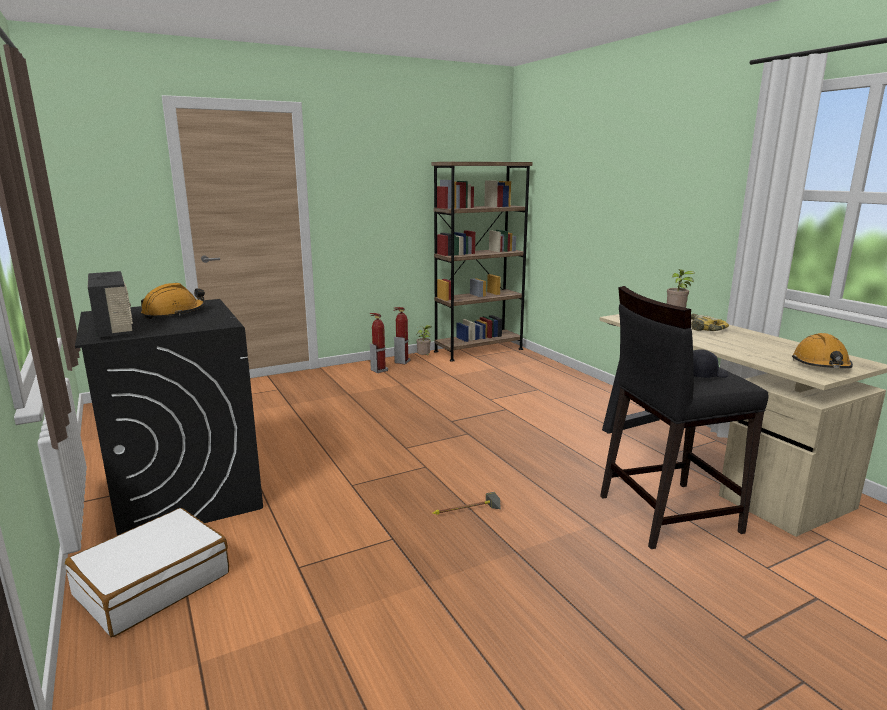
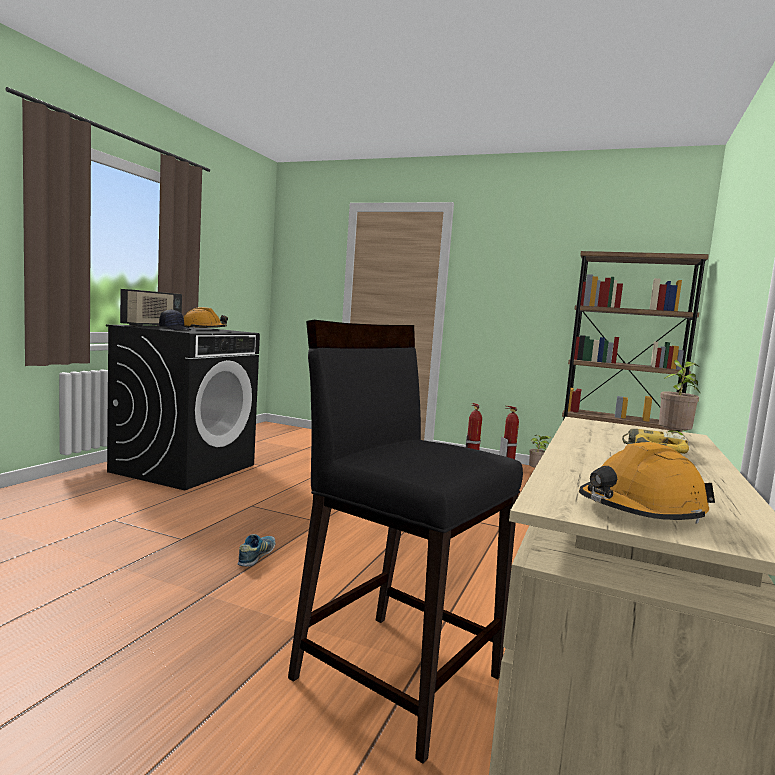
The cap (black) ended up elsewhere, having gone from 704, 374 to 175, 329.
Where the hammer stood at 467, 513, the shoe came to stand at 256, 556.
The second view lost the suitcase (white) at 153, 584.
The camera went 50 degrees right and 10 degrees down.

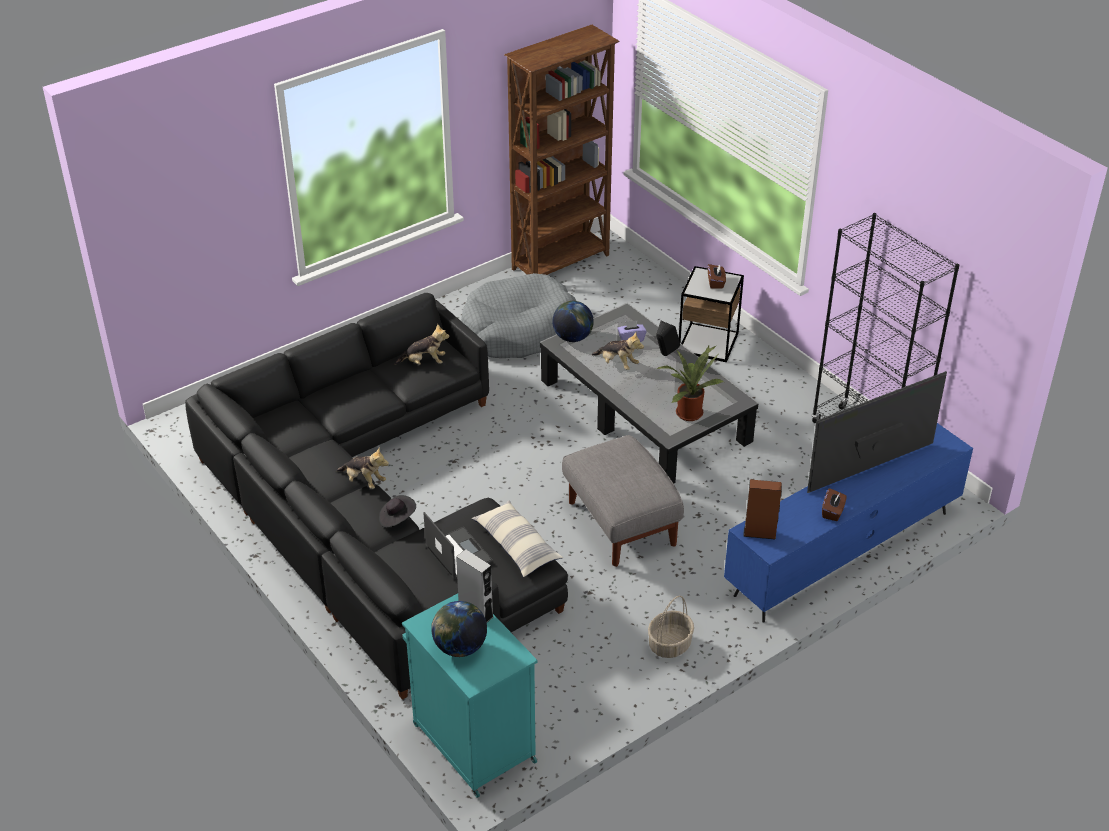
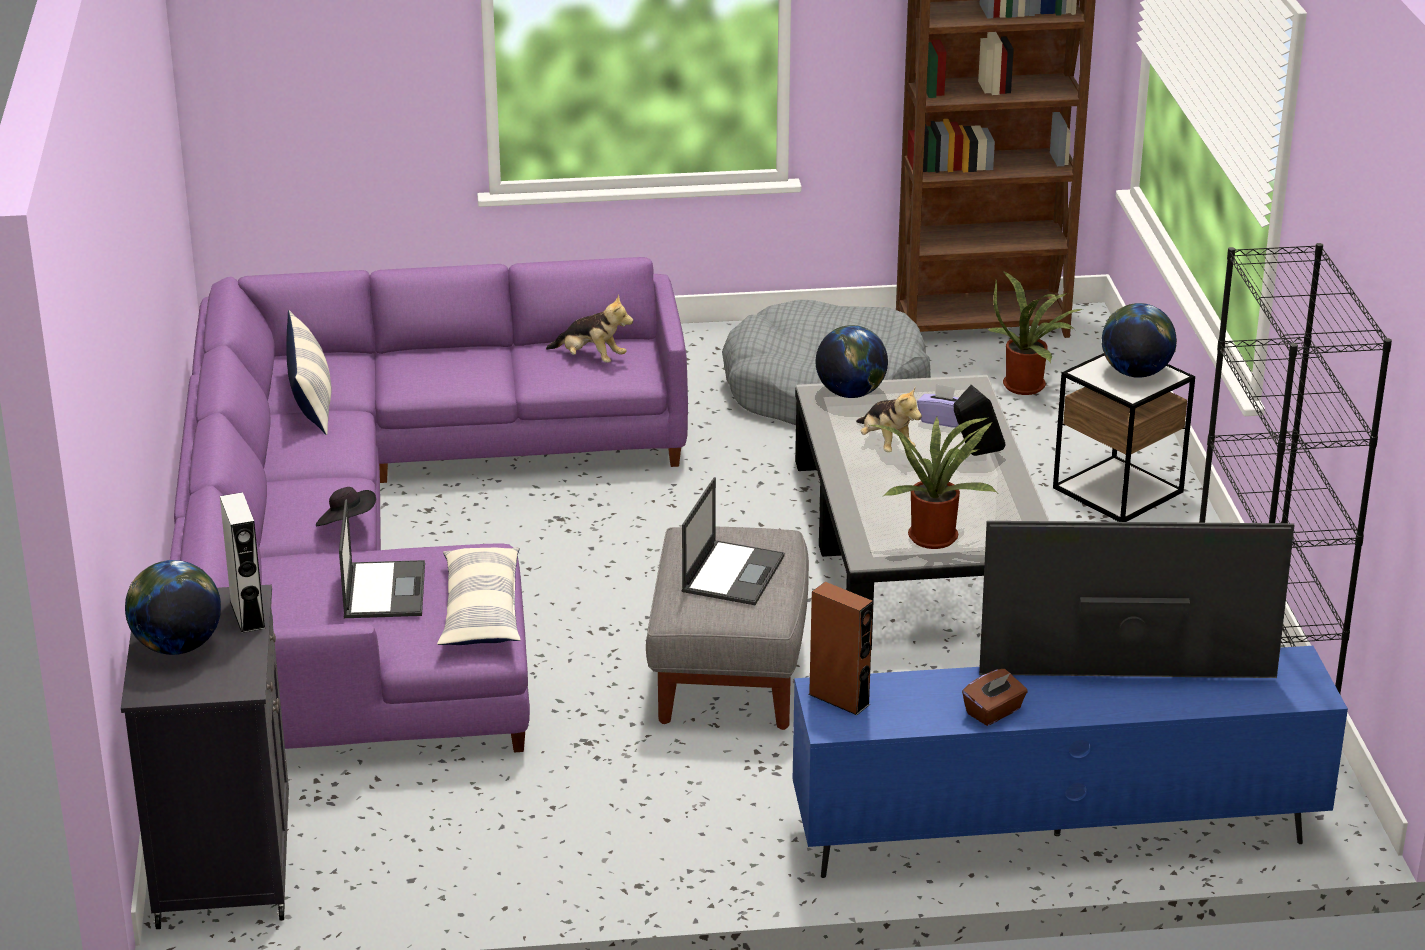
What was the cabinet (turquoise) at 472, 741 turned into the cabinet (black) at 224, 860.
What was the sofa (black) at 374, 513 turned into the sofa (purple) at 382, 544.
The second view gained the pillow at 311, 400.
The second view gained the laptop at 733, 573.
The second view gained the potted plant at 1028, 385.
Where the tissue box (brown) stood at 716, 282, the globe came to stand at 1136, 373.
The second view lost the plush toy at 364, 481.
The second view lost the basket at 670, 645.
The camera went 30 degrees right and 10 degrees down.

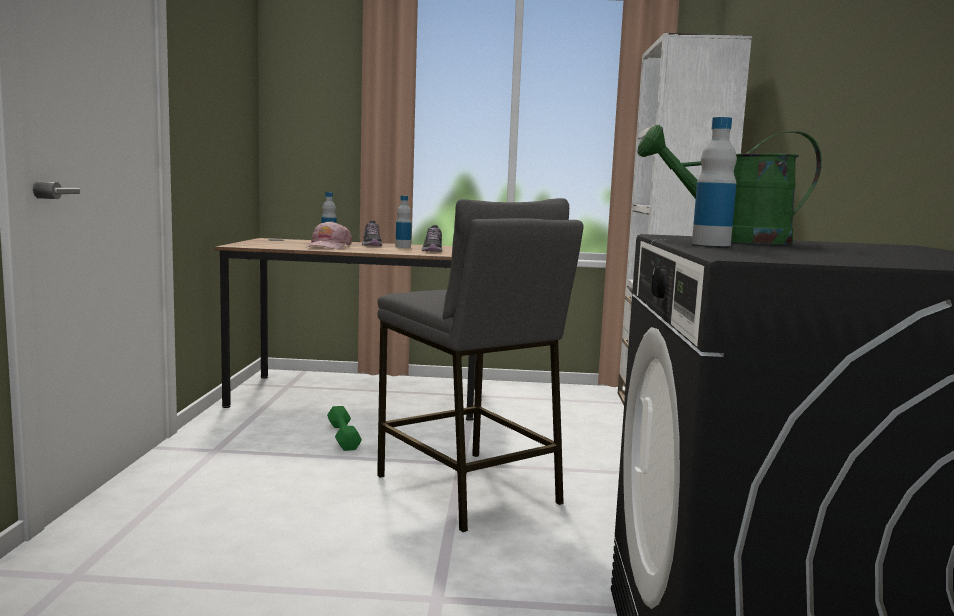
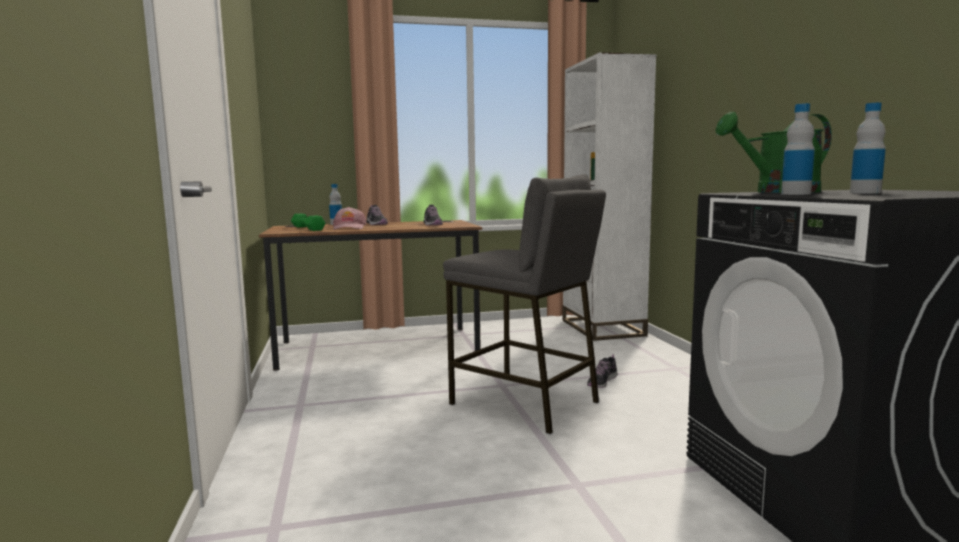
The dumbbell (green) ended up elsewhere, having gone from 343, 436 to 307, 228.
The second view gained the shoe at 602, 382.
The bottle ended up elsewhere, having gone from 403, 247 to 865, 193.
The camera went 15 degrees left and 0 degrees up.

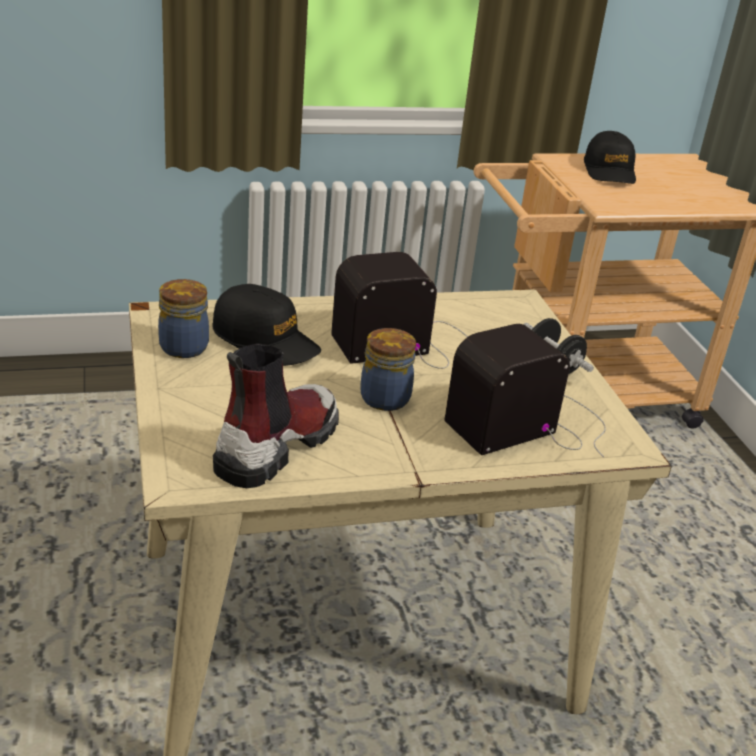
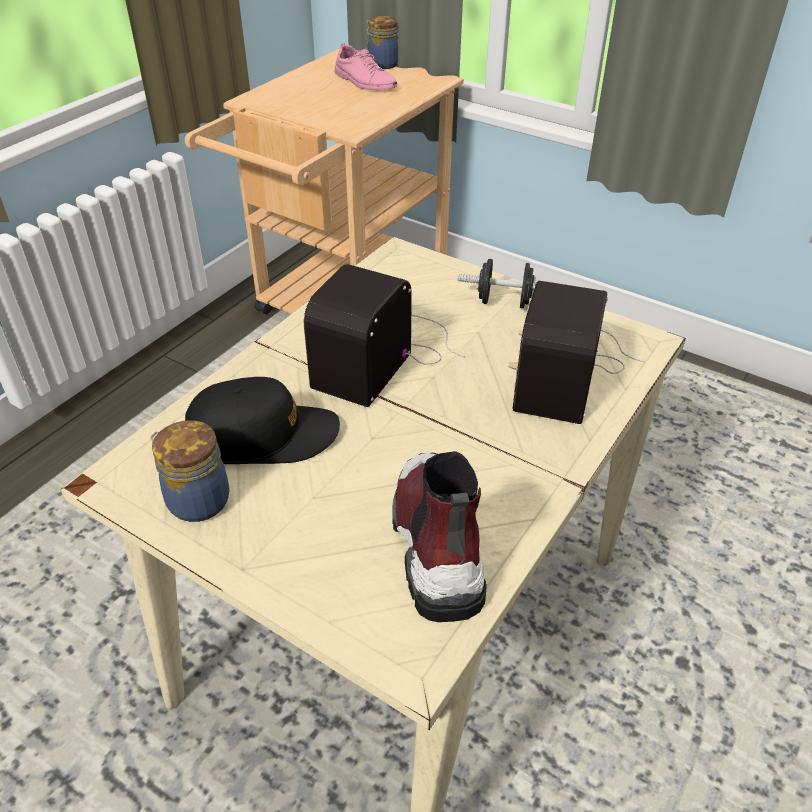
The second view gained the shoe (pink) at 364, 82.
The jar ended up elsewhere, having gone from 384, 397 to 382, 64.
The second view lost the cap (black) at 609, 171.
The camera went 40 degrees left and 10 degrees up.

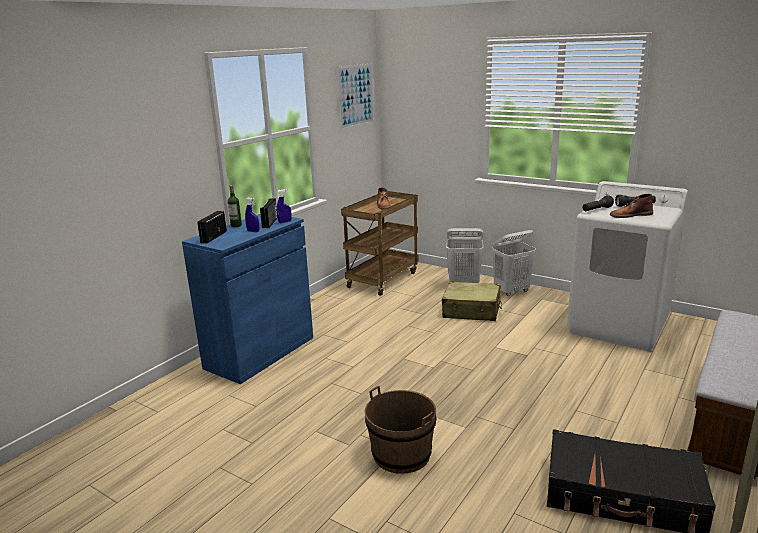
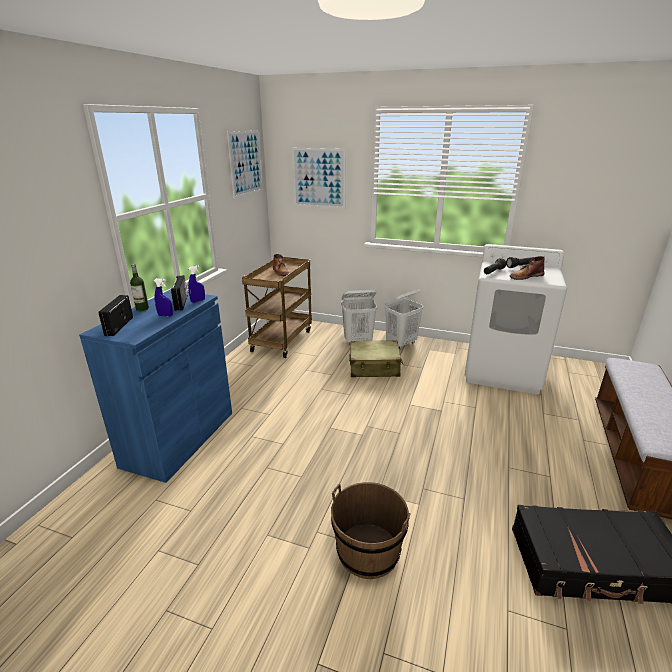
The second view gained the picture at 319, 178.
The camera went 15 degrees left and 5 degrees up.

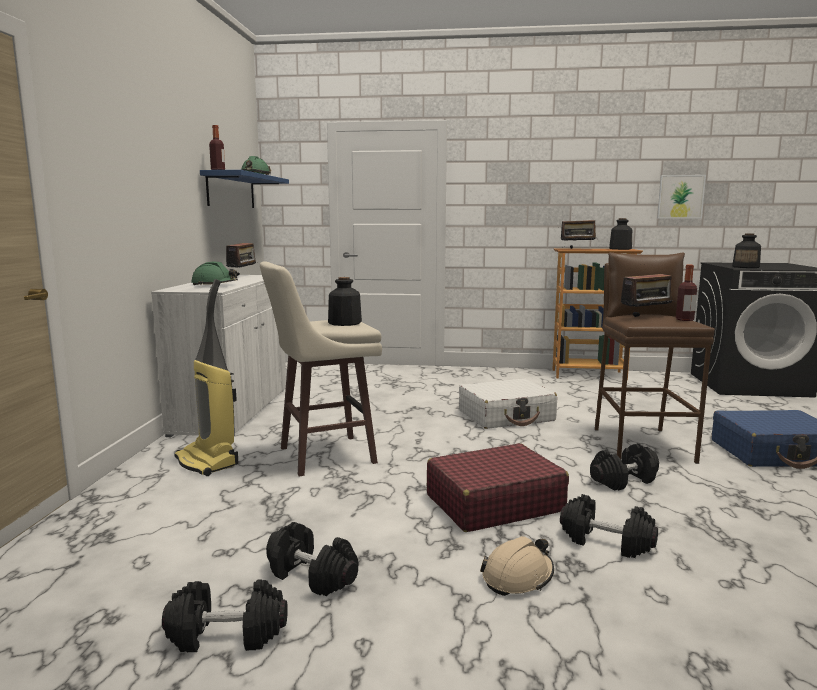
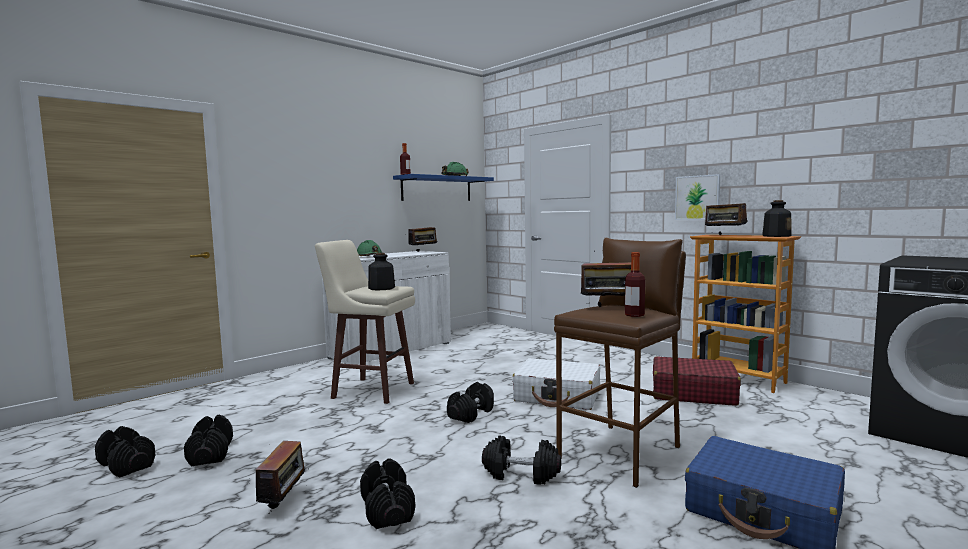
Where the hard hat (beige) stood at 518, 577, the radio came to stand at 284, 502.
The second view gained the dumbbell (black) at 471, 414.
The suitcase (red) ended up elsewhere, having gone from 493, 503 to 692, 393.
The picture ended up elsewhere, having gone from 680, 196 to 697, 197.
The second view lost the vacuum cleaner at 208, 462.
The second view lost the bottle at 746, 267.
The camera went 40 degrees right and 5 degrees down.

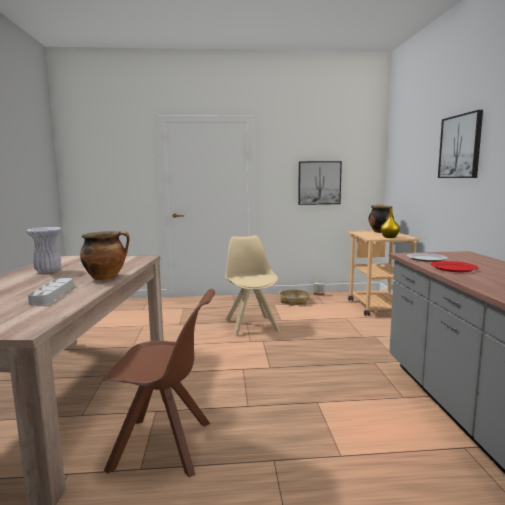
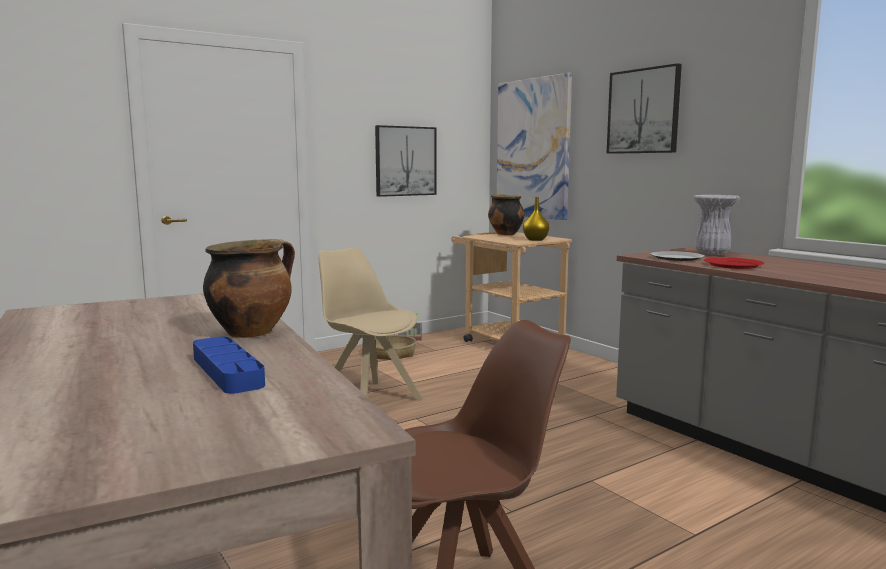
What was the tray (grey) at 52, 294 turned into the tray (blue) at 227, 371.
The second view gained the picture at 533, 148.
The vase (white) ended up elsewhere, having gone from 49, 271 to 713, 253.
The camera went 30 degrees left and 0 degrees up.

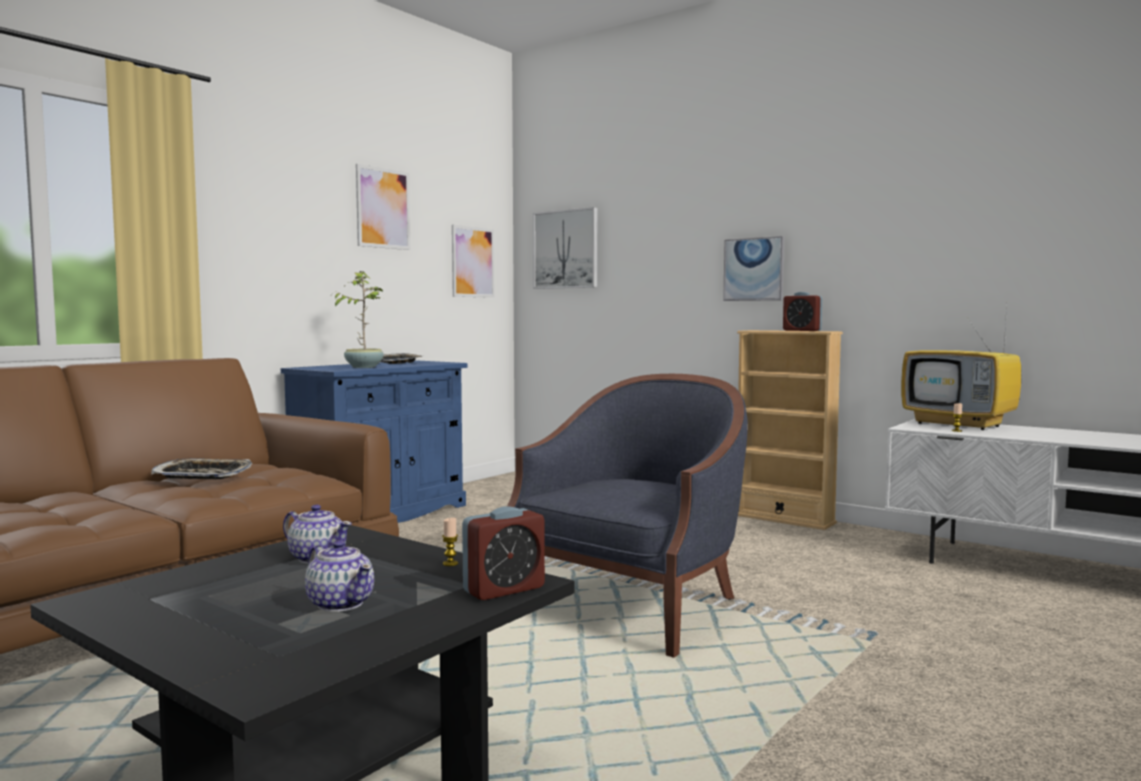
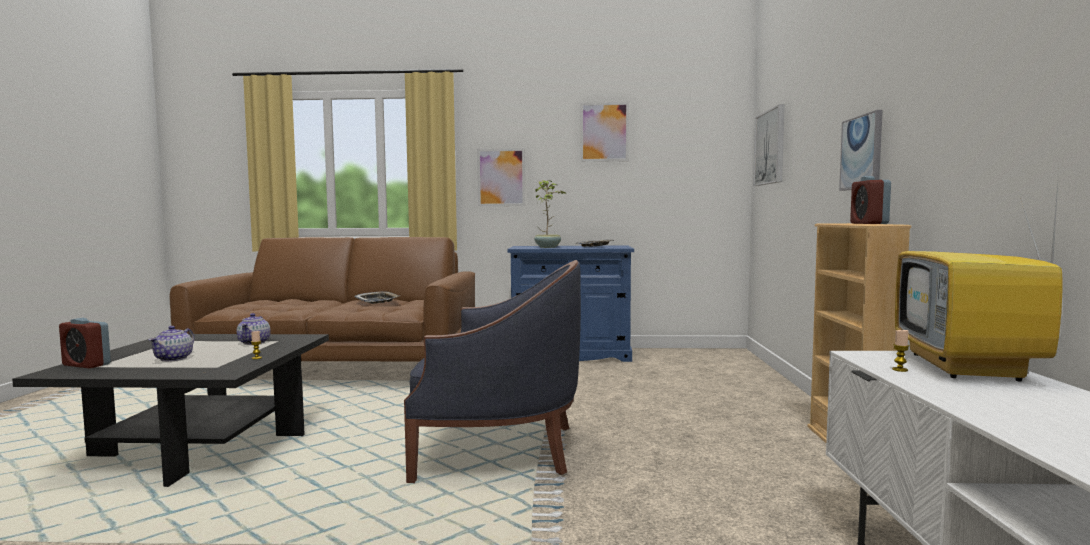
The alarm clock ended up elsewhere, having gone from 504, 589 to 86, 365.
The picture ended up elsewhere, having gone from 473, 262 to 501, 177.
The camera went 55 degrees right and 0 degrees up.

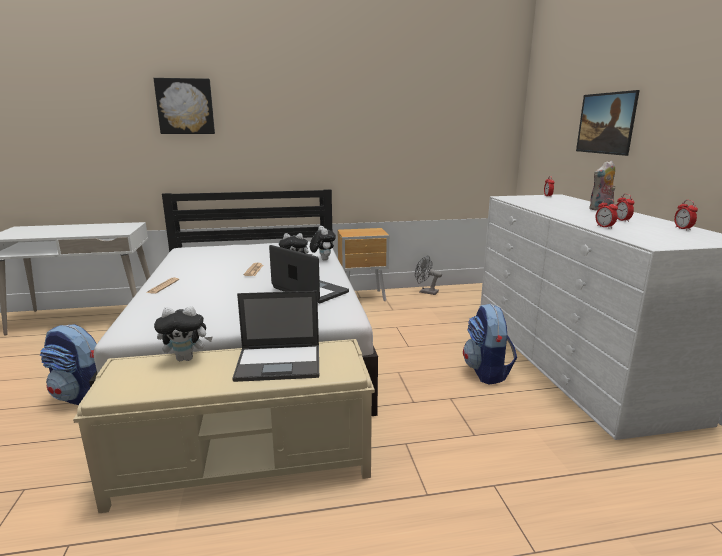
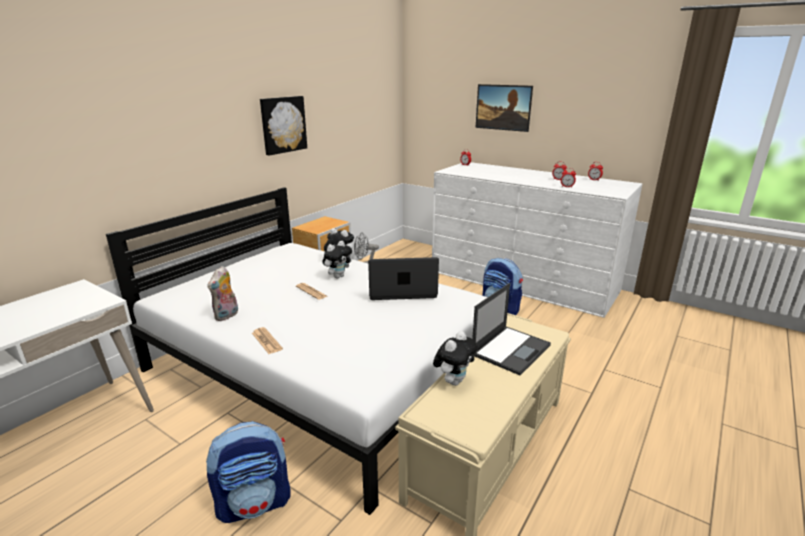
The plush toy ended up elsewhere, having gone from 601, 209 to 227, 316.
The picture ended up elsewhere, having gone from 185, 106 to 283, 124.
The camera went 45 degrees left and 5 degrees up.

